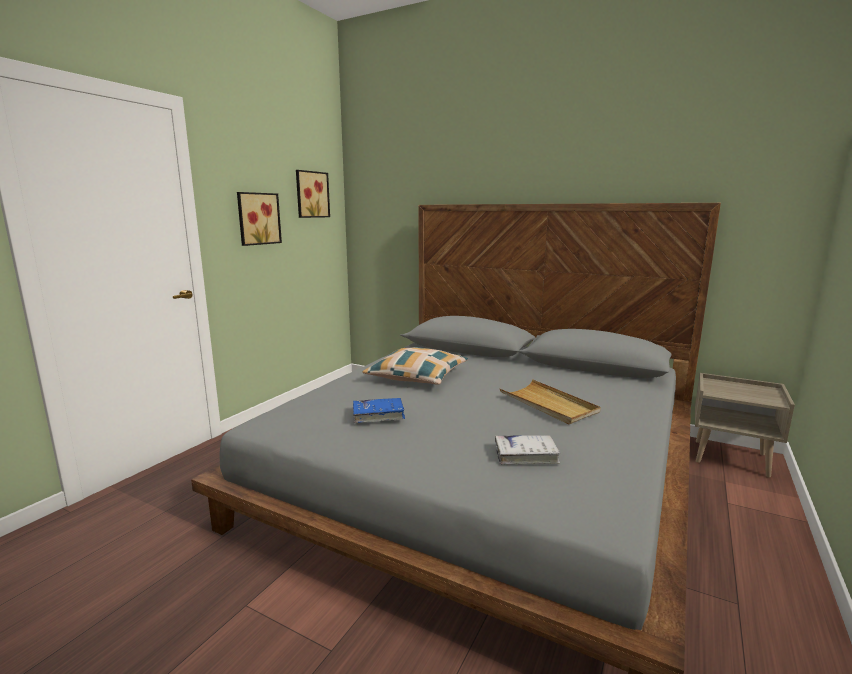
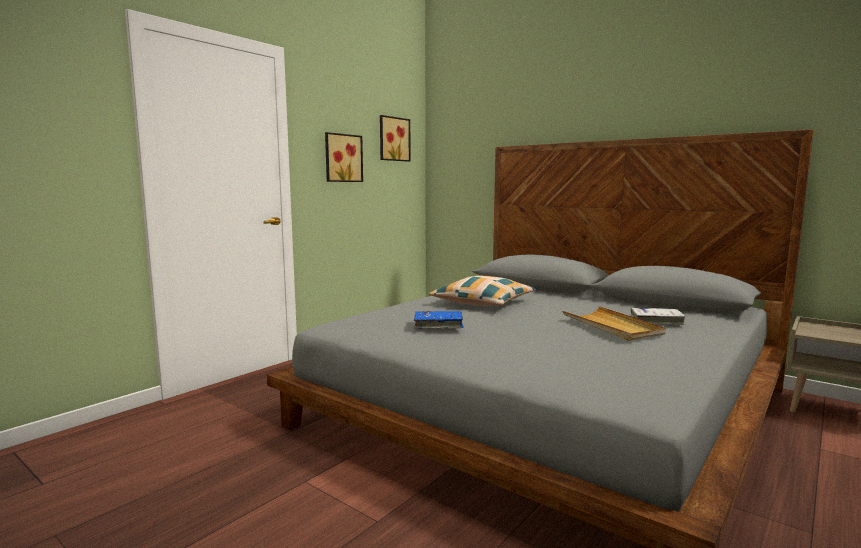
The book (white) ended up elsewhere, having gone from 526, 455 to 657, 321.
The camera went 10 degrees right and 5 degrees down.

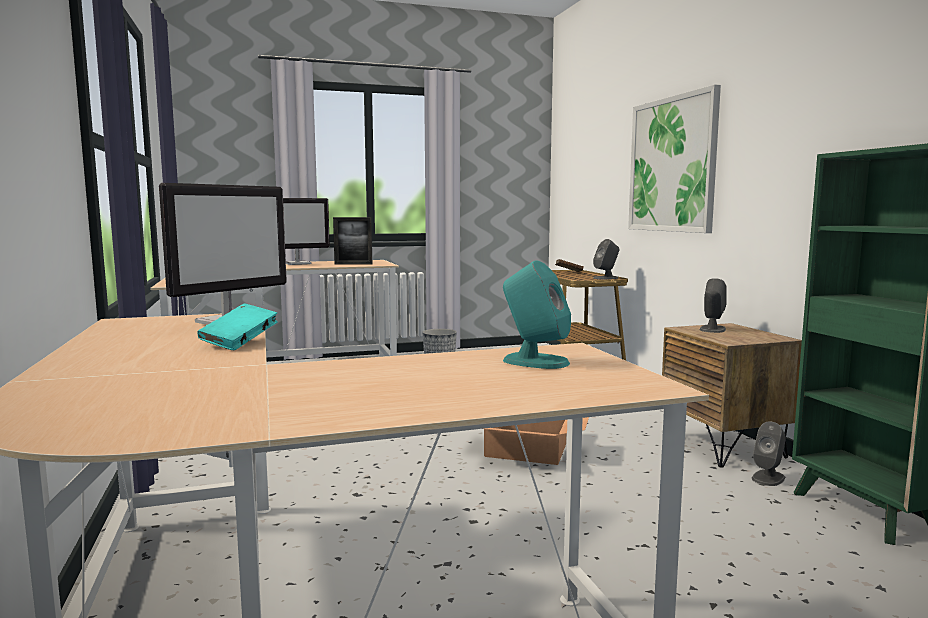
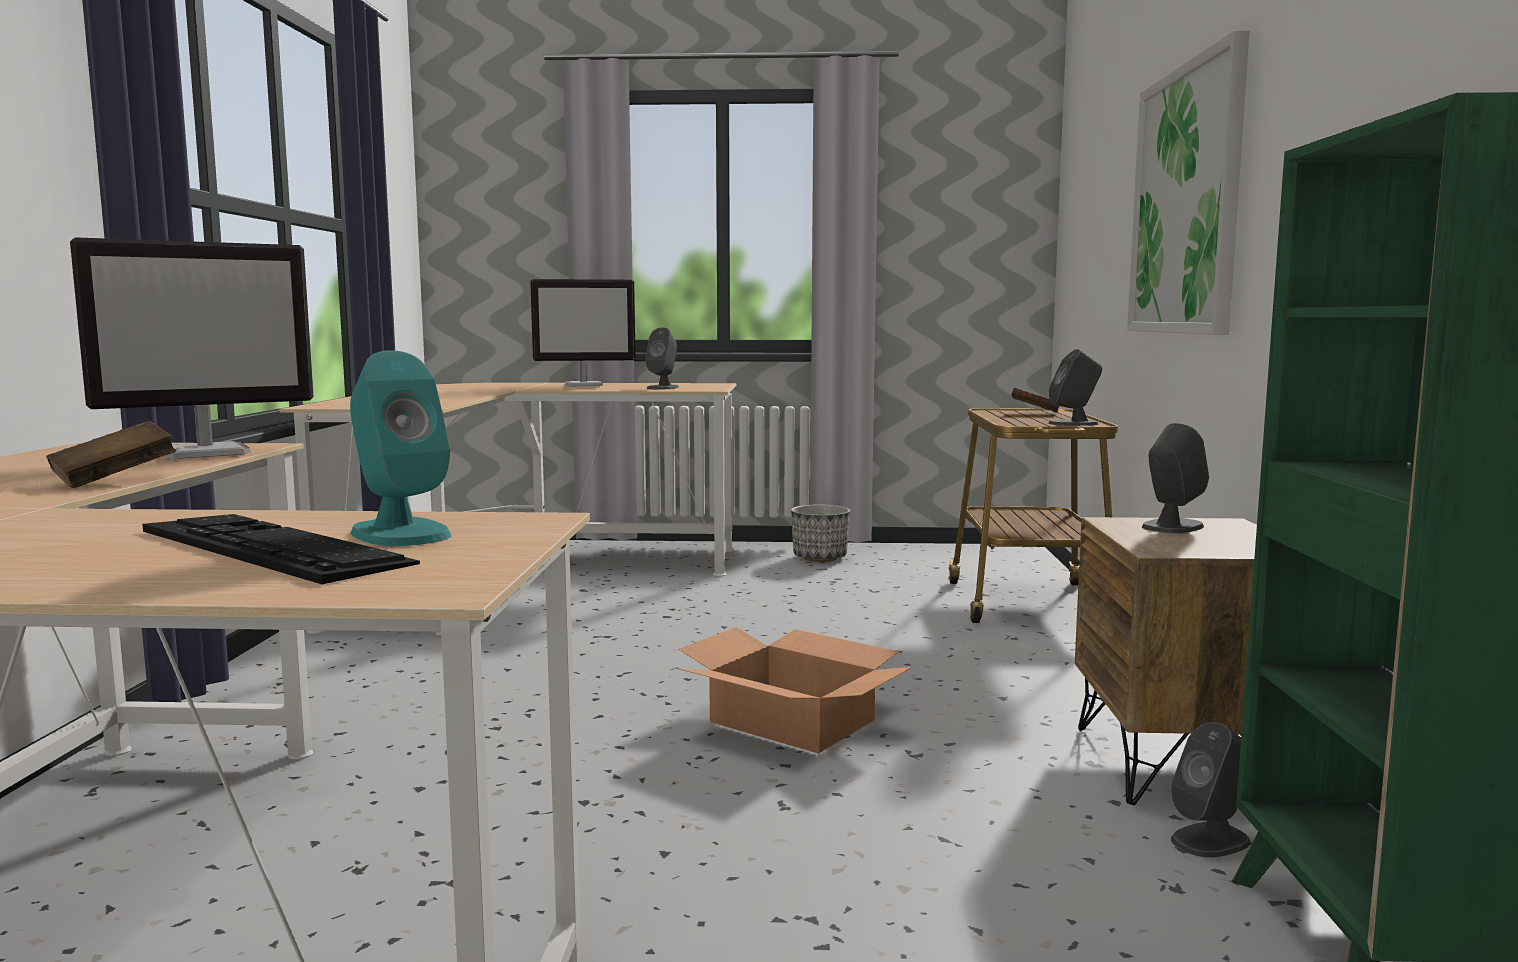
What was the book (turquoise) at 240, 343 turned into the book (brown) at 114, 480.
The second view gained the keyboard at 271, 546.
Where the picture frame stood at 353, 264, the speaker (grey) came to stand at 663, 388.
The camera went 20 degrees right and 0 degrees up.

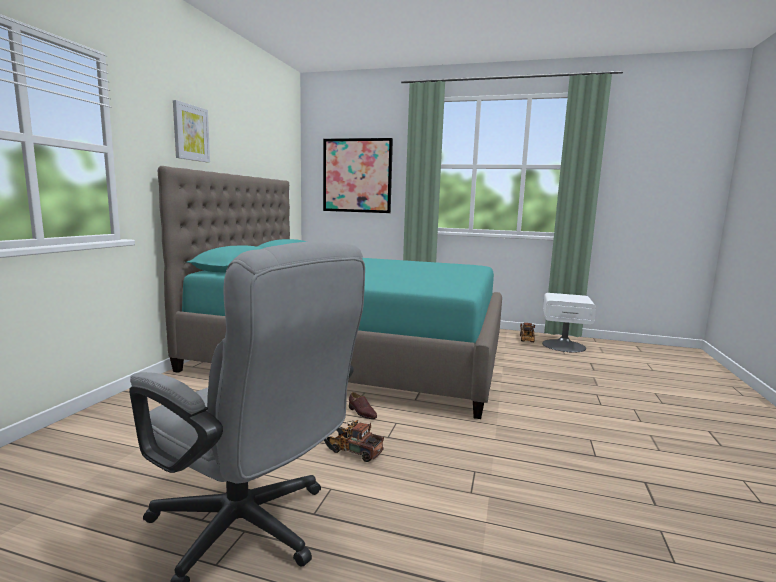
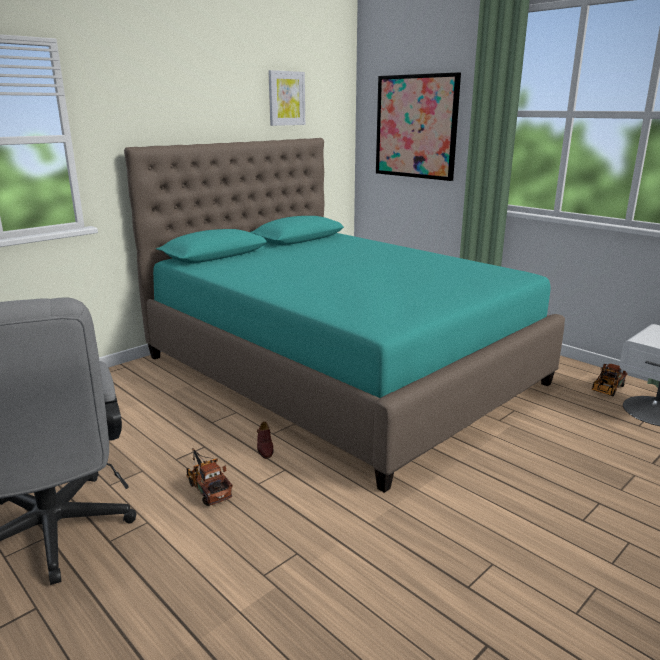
The picture ended up elsewhere, having gone from 190, 133 to 286, 98.
The camera went 30 degrees right and 10 degrees up.

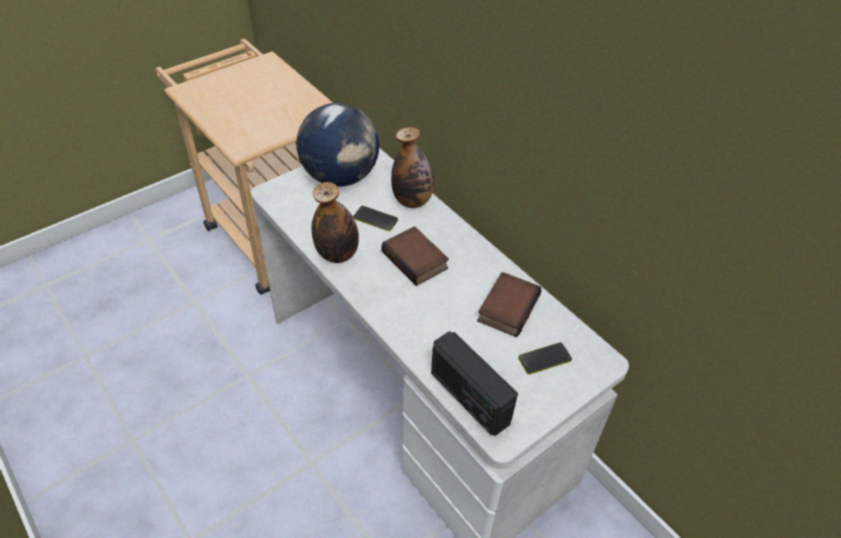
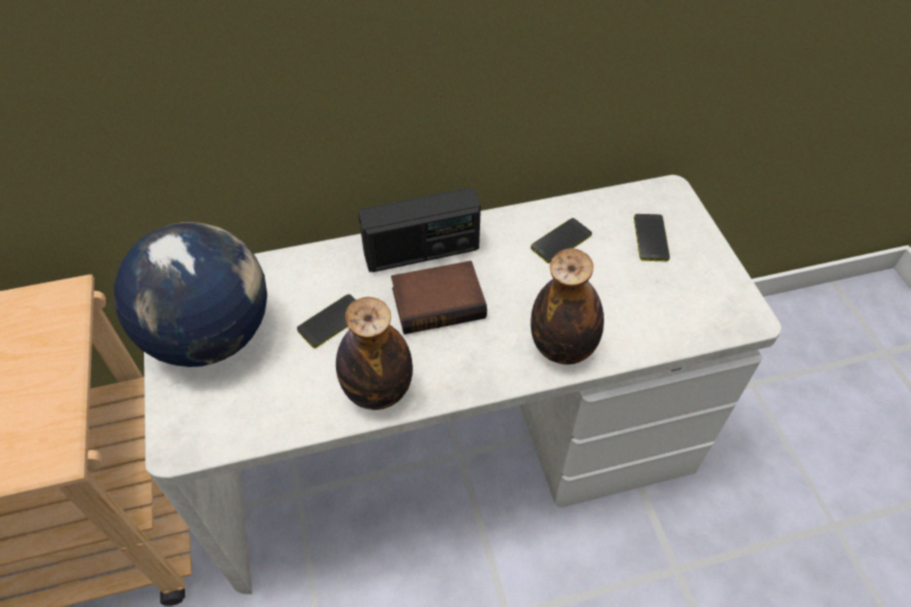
The radio ended up elsewhere, having gone from 469, 397 to 422, 252.
Where the book stood at 507, 307, the phone came to stand at 561, 241.
The bottle ended up elsewhere, having gone from 412, 200 to 562, 347.
The camera went 65 degrees left and 5 degrees up.

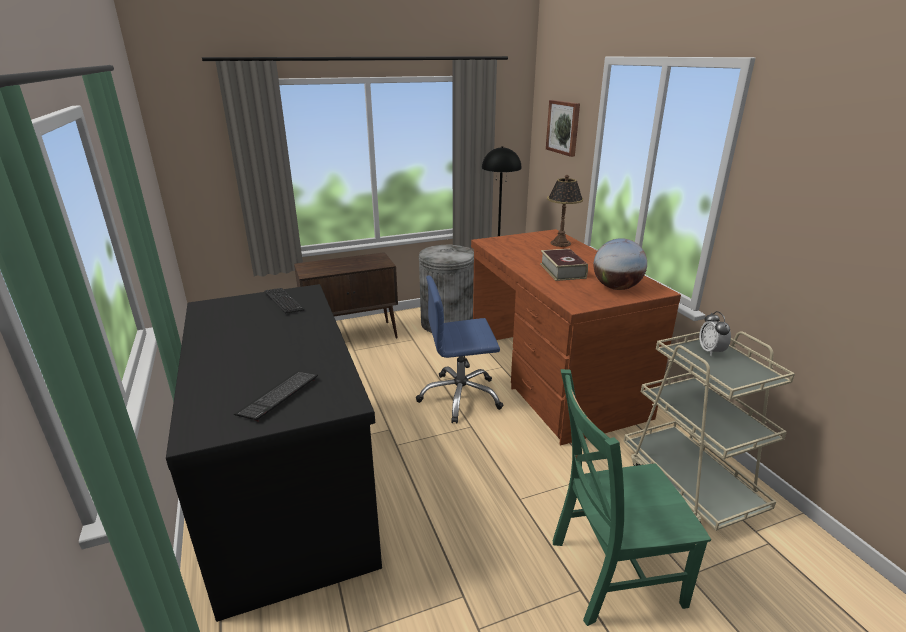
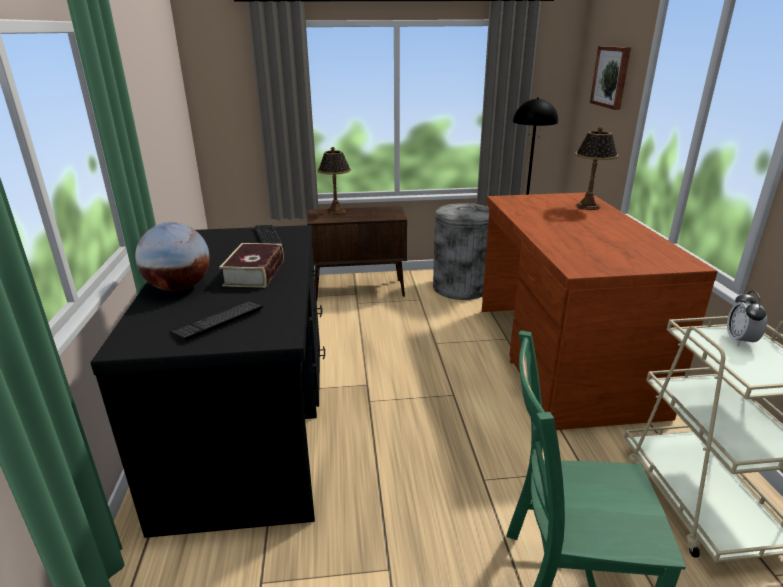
The globe ended up elsewhere, having gone from 616, 288 to 179, 288.
The book ended up elsewhere, having gone from 562, 271 to 254, 273.
The second view gained the table lamp at 336, 212.
The second view lost the office chair (blue) at 460, 397.
The camera went 15 degrees right and 0 degrees up.

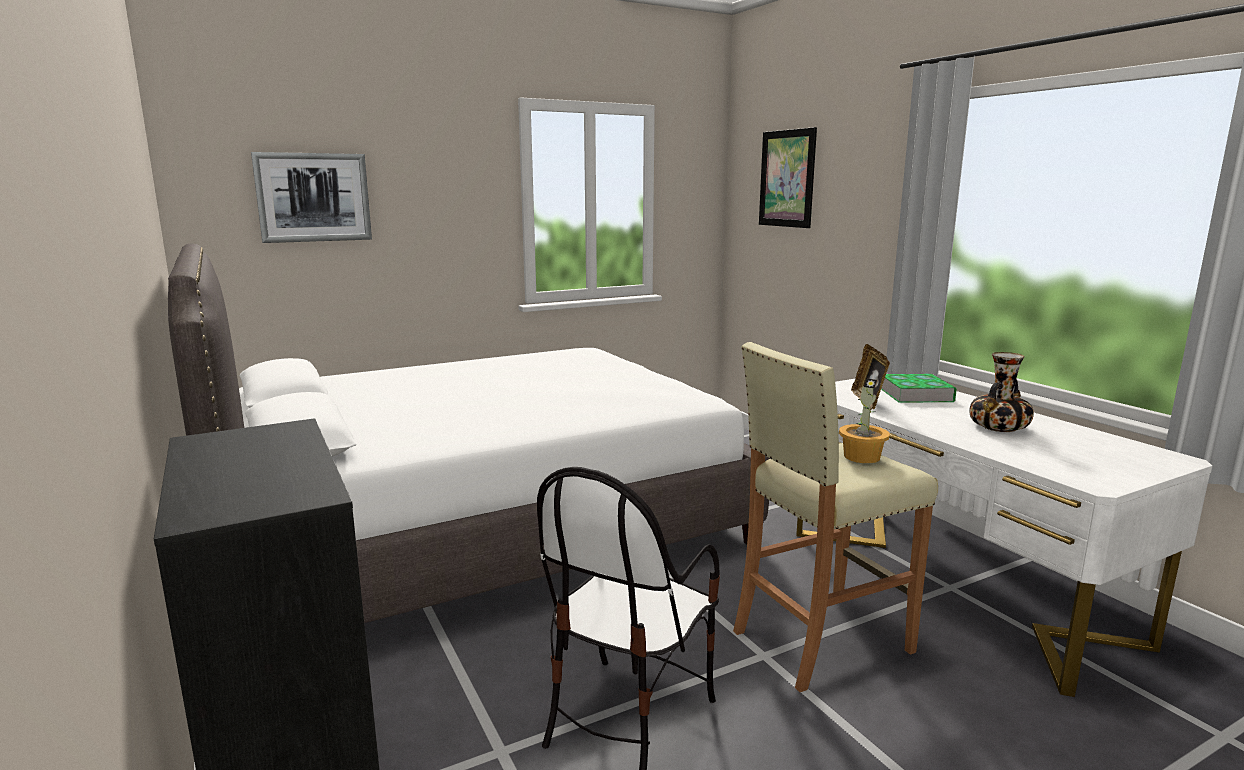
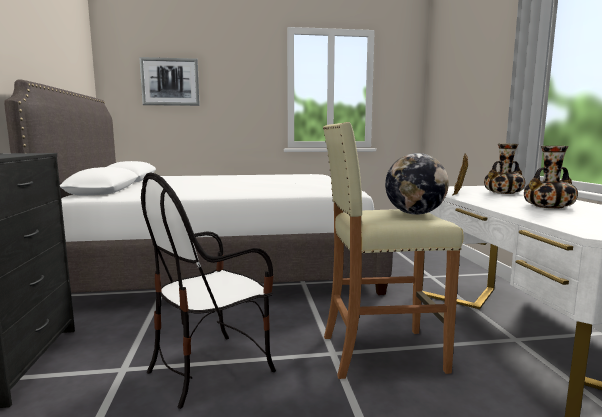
Where the potted plant stood at 862, 457, the globe came to stand at 414, 214.
Where the book stood at 915, 394, the vase came to stand at 504, 192.
The second view lost the picture at 787, 178.
The camera went 20 degrees right and 5 degrees down.

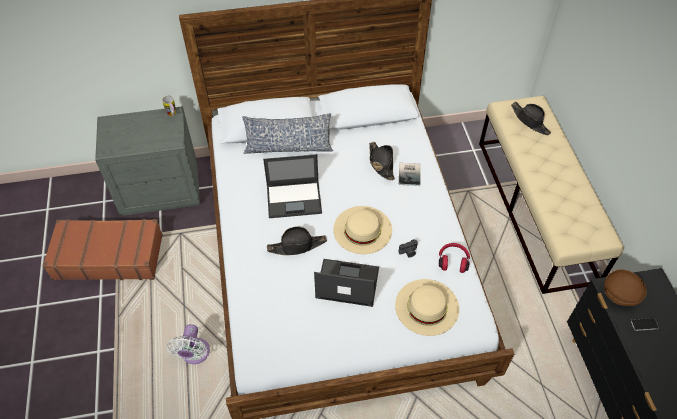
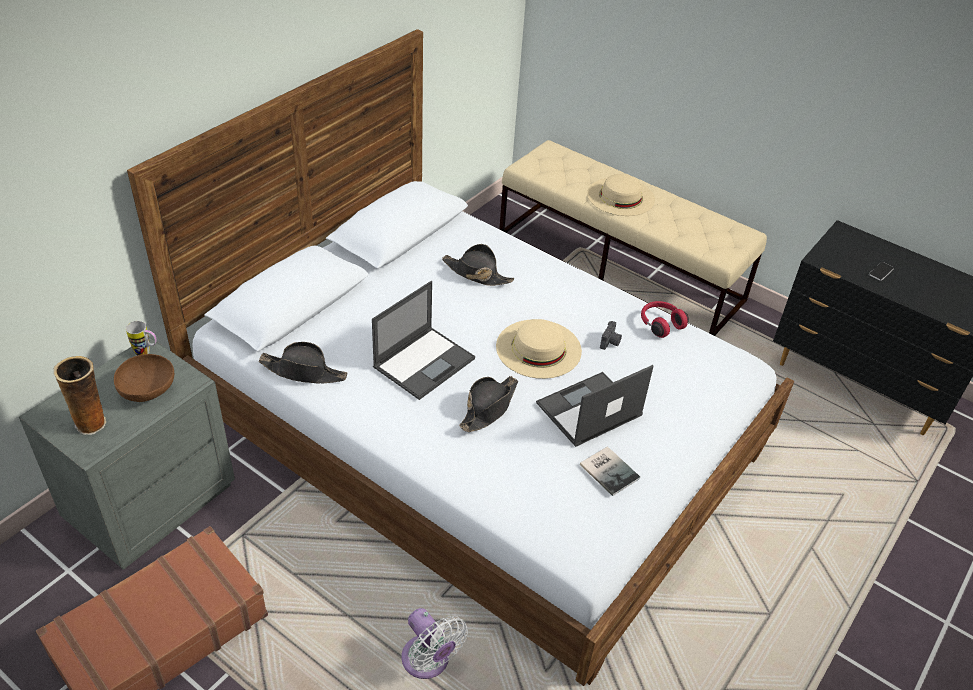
The second view gained the vase at 92, 423.
The bowl (brown) ended up elsewhere, having gone from 620, 295 to 148, 391.
The hat (black) ended up elsewhere, having gone from 530, 121 to 304, 372.
The book ended up elsewhere, having gone from 410, 174 to 609, 470.
The hat (beige) ended up elsewhere, having gone from 427, 306 to 620, 196.
The second view lost the pillow at 288, 147.
The camera went 45 degrees left and 10 degrees down.

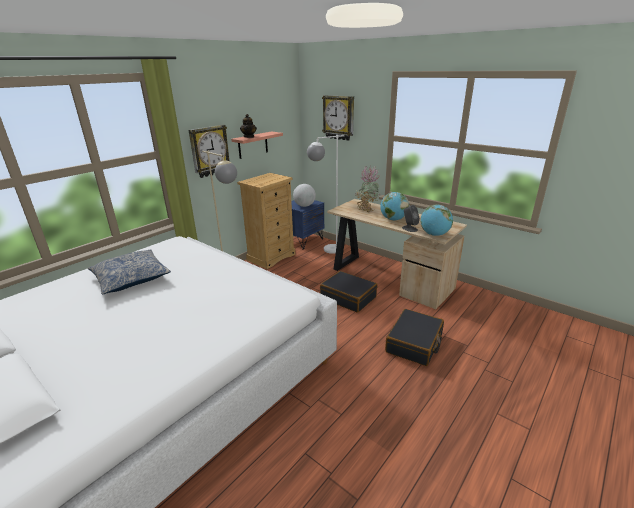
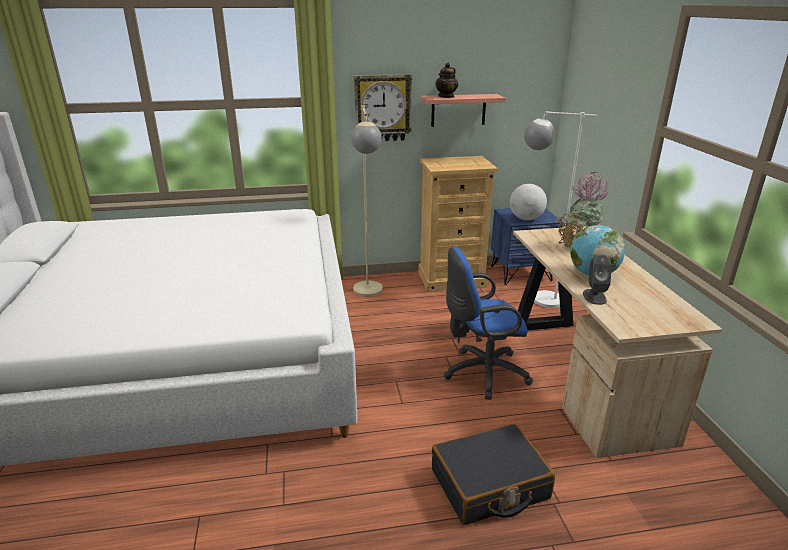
Where the suitcase (black) stood at 348, 297, the office chair (blue) came to stand at 481, 373.
The second view lost the pillow at 131, 278.
The second view lost the wall clock at 339, 117.
The second view lost the globe at 434, 234.
The camera went 40 degrees right and 0 degrees up.

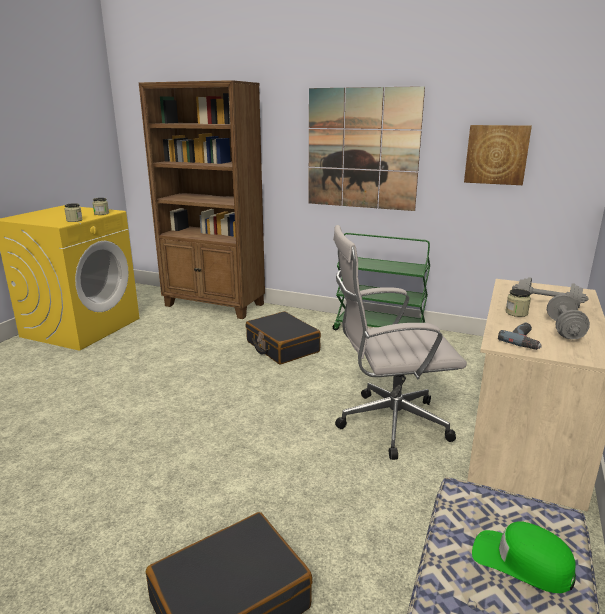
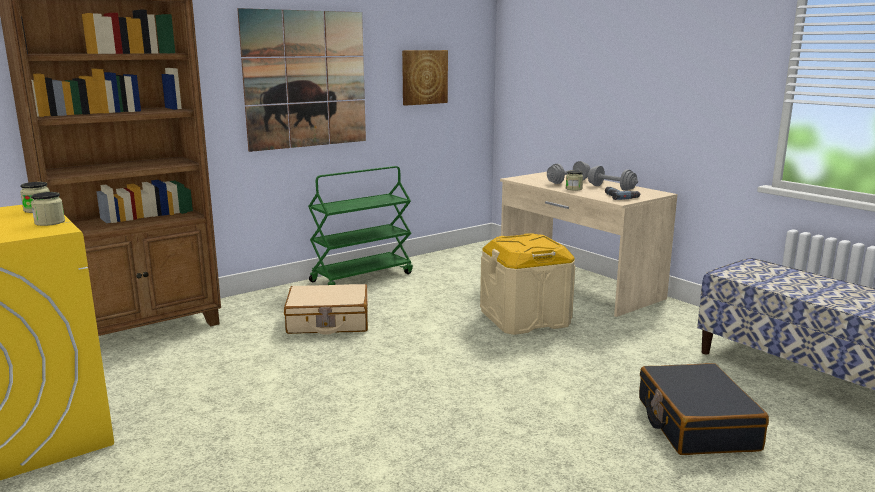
What was the suitcase (black) at 282, 347 turned into the suitcase (beige) at 328, 322.
Where the office chair (white) stood at 388, 424, the storage box (beige) came to stand at 524, 318.
The second view lost the cap (green) at 521, 562.
The camera went 60 degrees left and 5 degrees down.

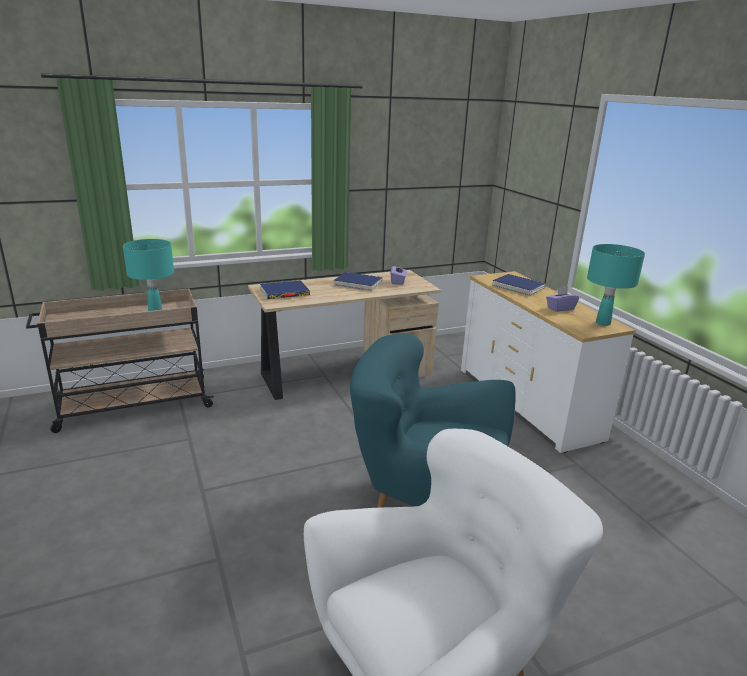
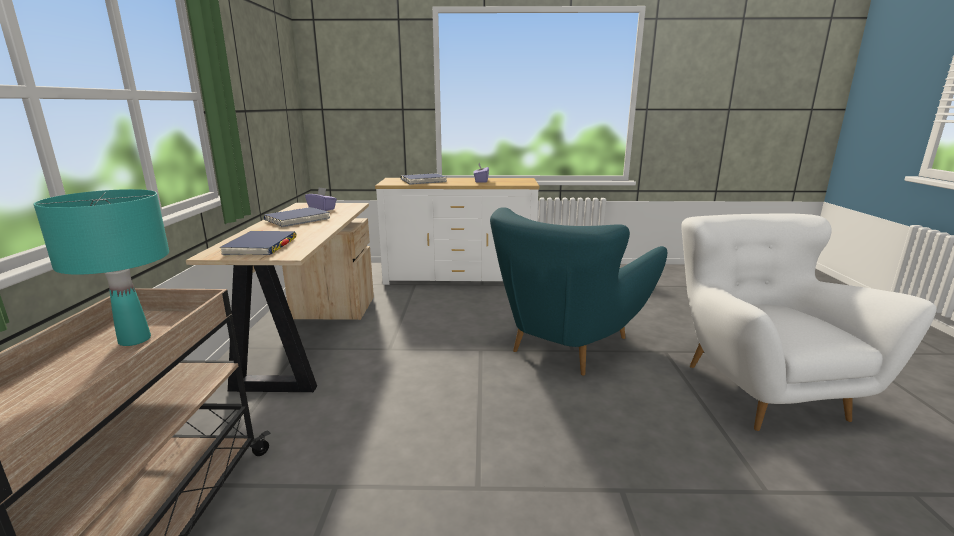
The second view lost the table lamp (turquoise) at 602, 323.
The camera went 65 degrees left and 5 degrees down.

